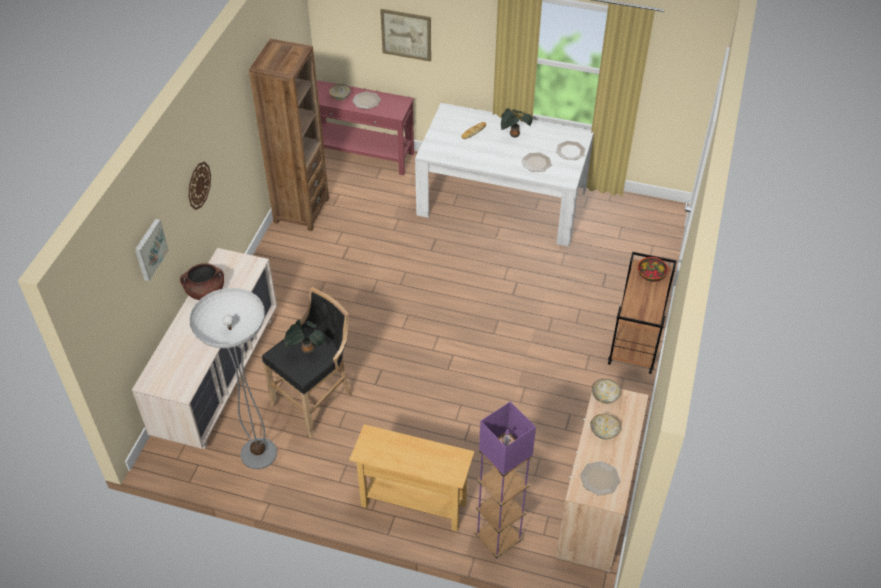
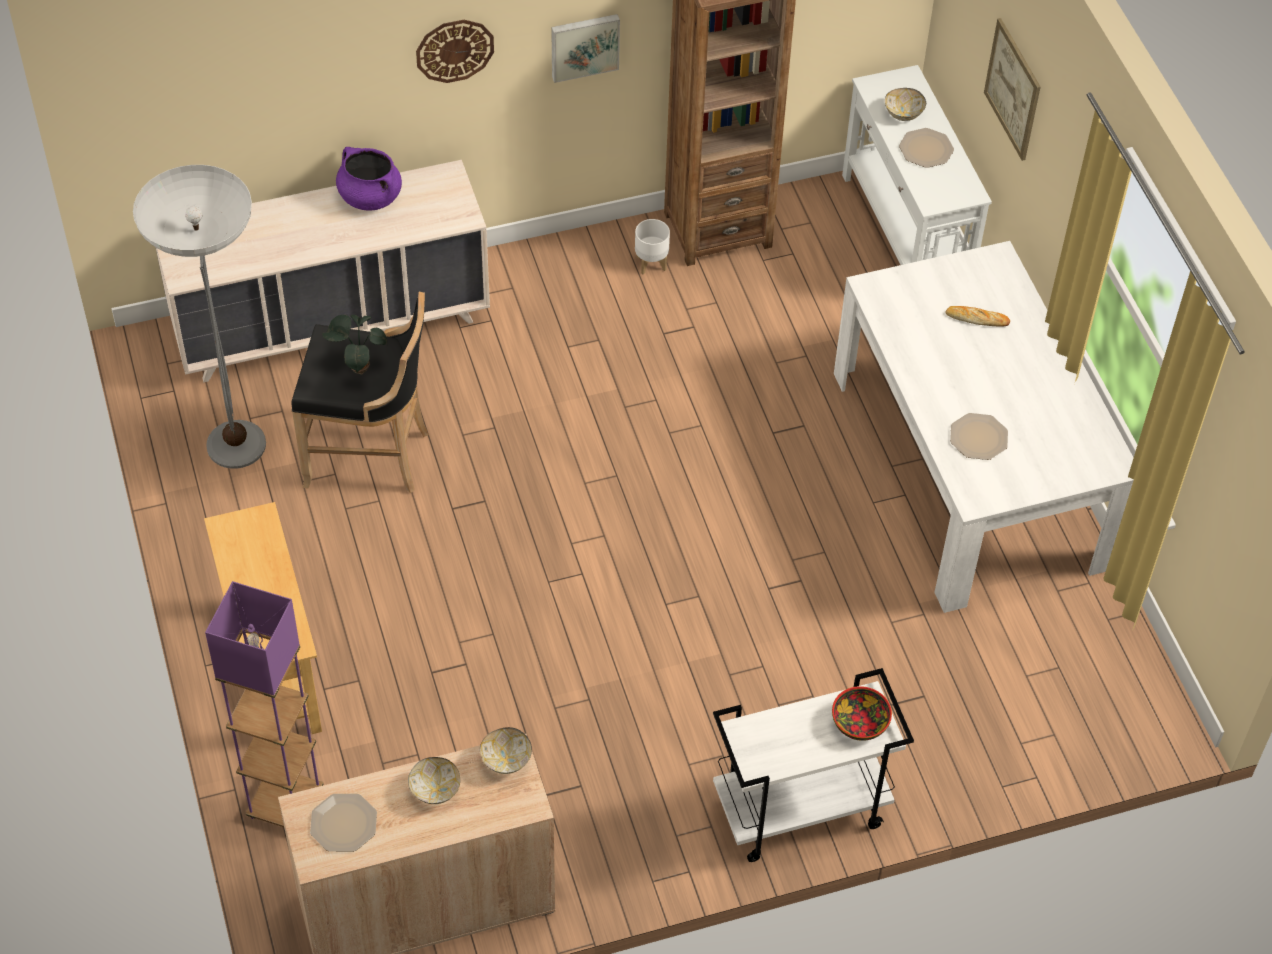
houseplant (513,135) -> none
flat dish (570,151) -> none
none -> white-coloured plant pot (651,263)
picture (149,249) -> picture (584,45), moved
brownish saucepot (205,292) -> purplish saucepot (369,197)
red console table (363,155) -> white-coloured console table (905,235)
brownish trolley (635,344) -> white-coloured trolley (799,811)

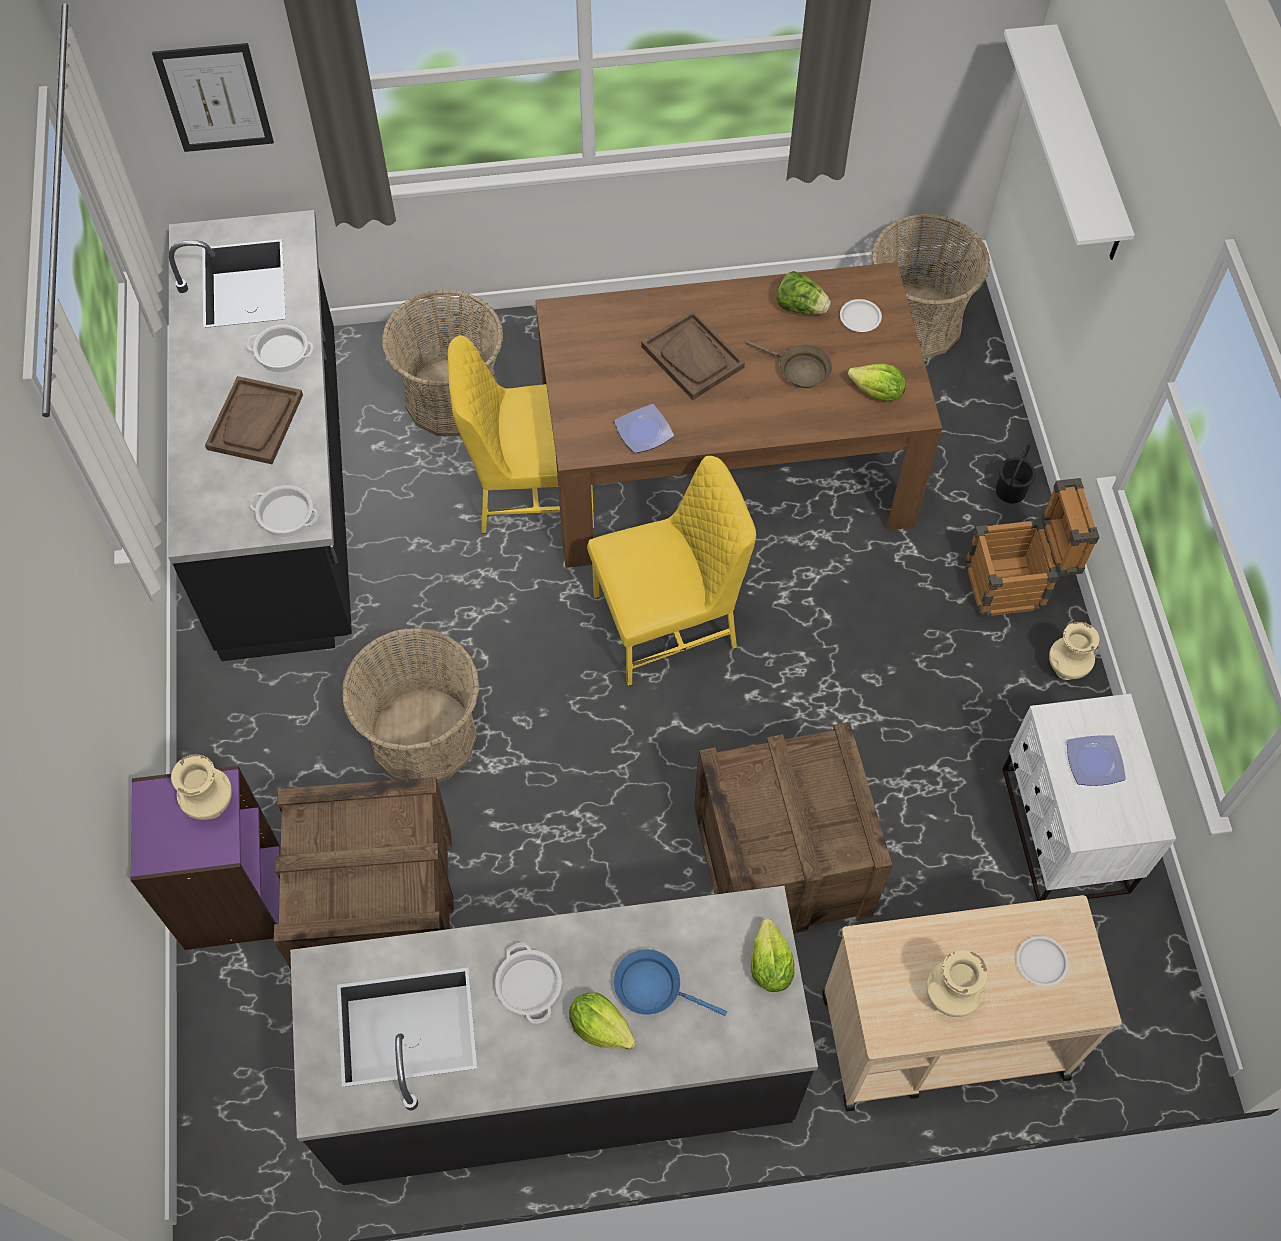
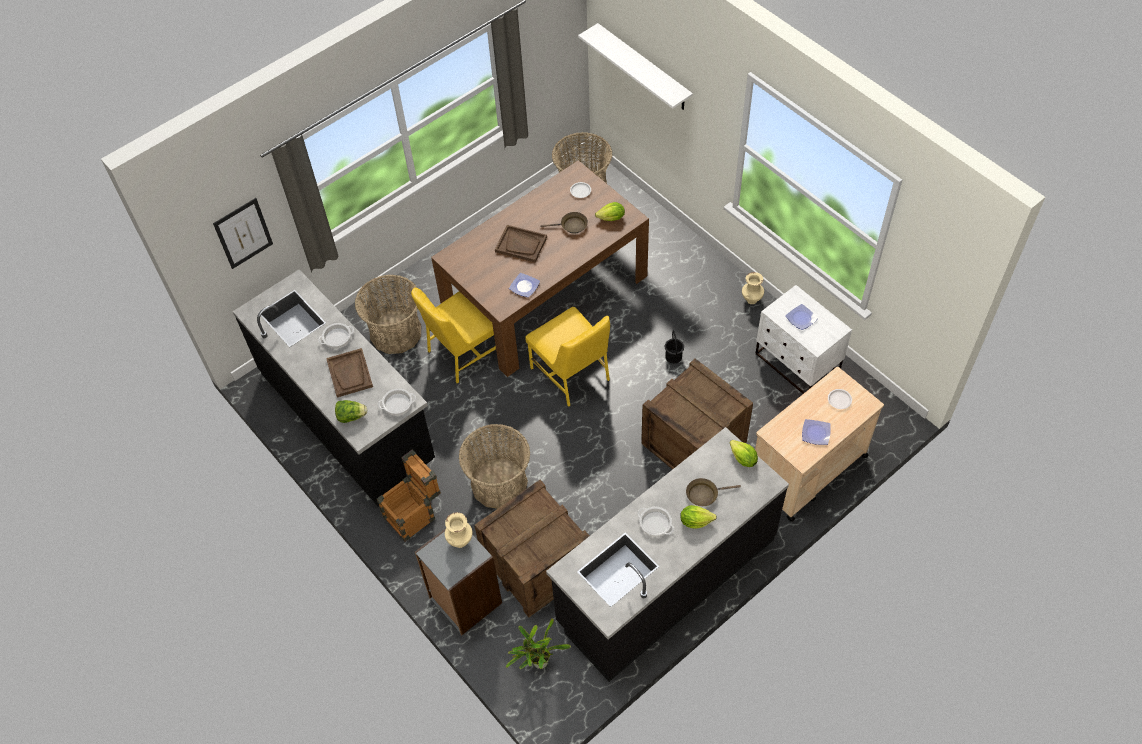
none -> houseplant (538,662)
lettuce (800,307) -> lettuce (351,416), moved
crate (1015,585) -> crate (414,514), moved
black bucket (1011,490) -> black bucket (674,356), moved
sand-coloured flower vase (948,998) -> flat dish (815,433)
purplish bookcase (231,896) -> gray bookcase (464,601)
blue skillet (653,987) -> brownish skillet (704,494)
yellow plain chair (668,623) -> yellow plain chair (571,374), 105 degrees clockwise

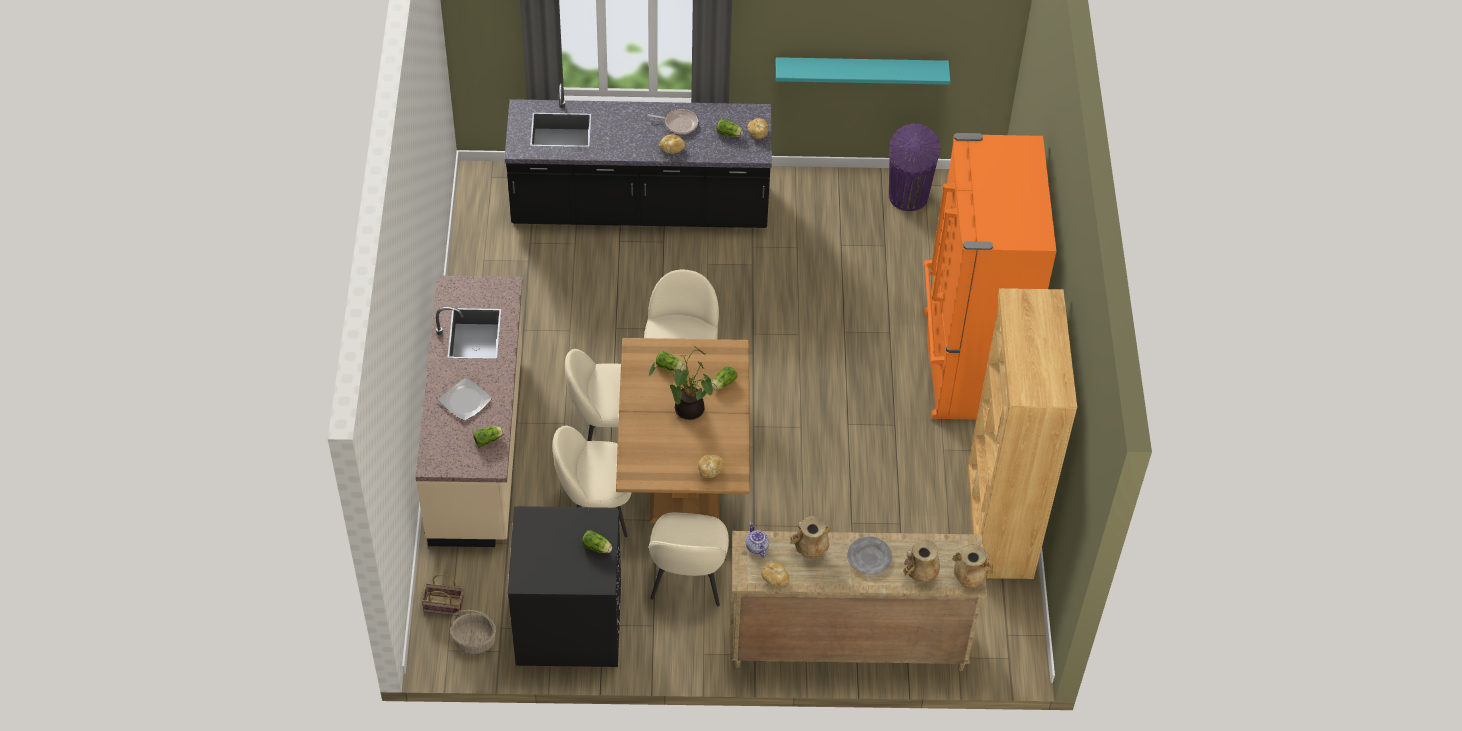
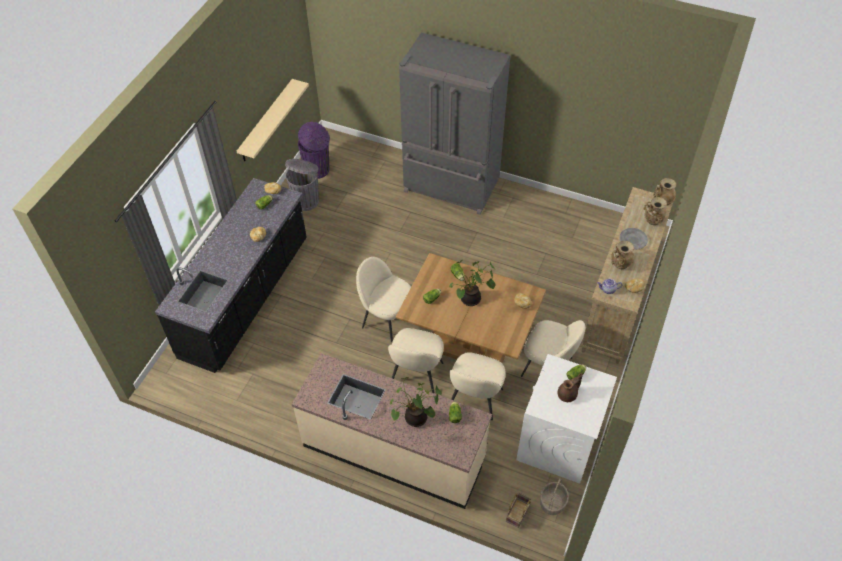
skillet (679,123) -> none
brownish bookcase (998,522) -> none
none -> gray trash can (306,201)
none -> brownish tea pot (568,394)
flat dish (465,401) -> houseplant (415,419)
black laundry machine (568,624) -> white-coloured laundry machine (558,443)
turquoise bracket shelf (861,70) -> sand-coloured bracket shelf (266,121)
orangey fridge (967,365) -> gray fridge (450,187)

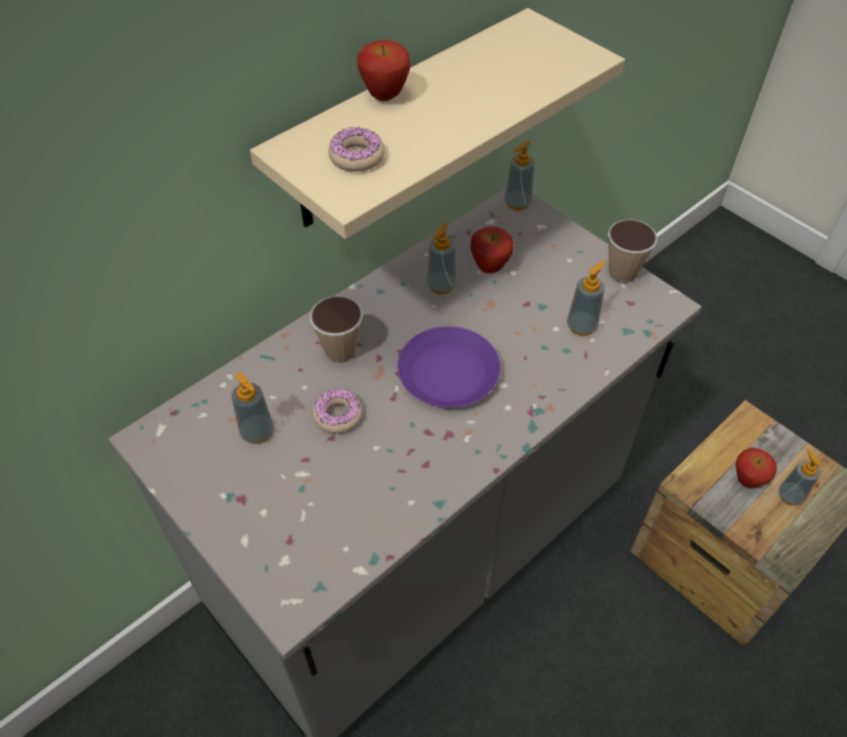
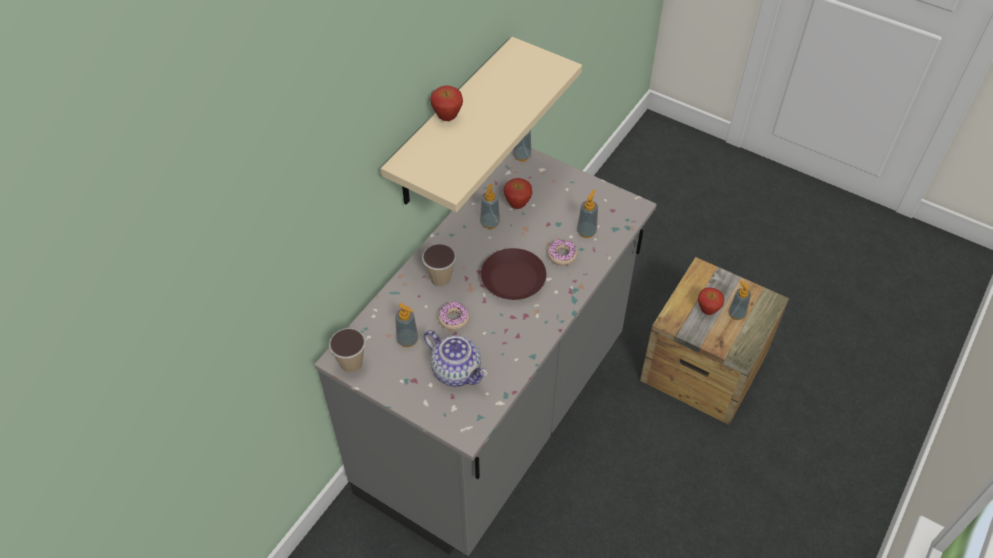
none -> tea pot (457,371)
donut (356,157) -> donut (562,255), moved
cup (622,273) -> cup (352,364), moved
purplish flat dish (447,374) -> brownish flat dish (512,279)

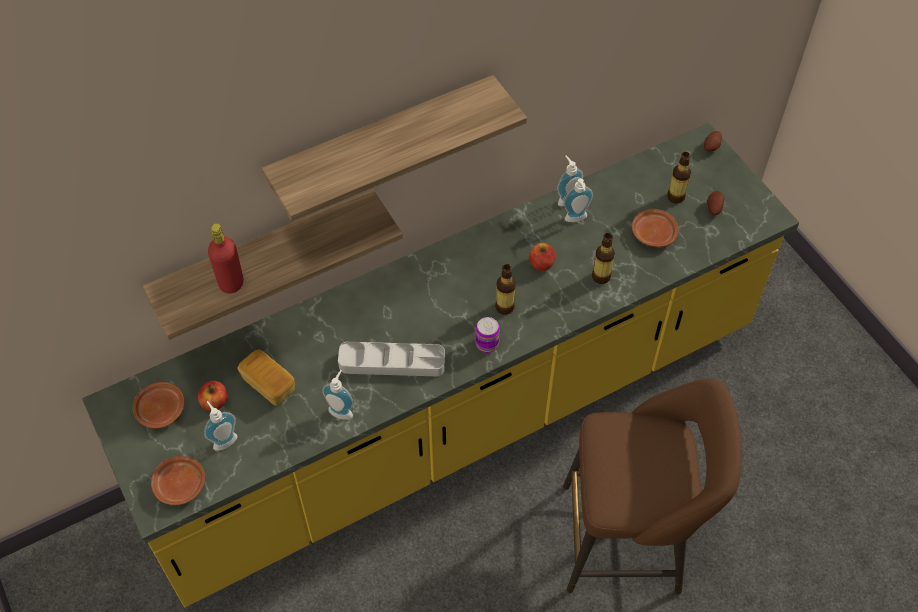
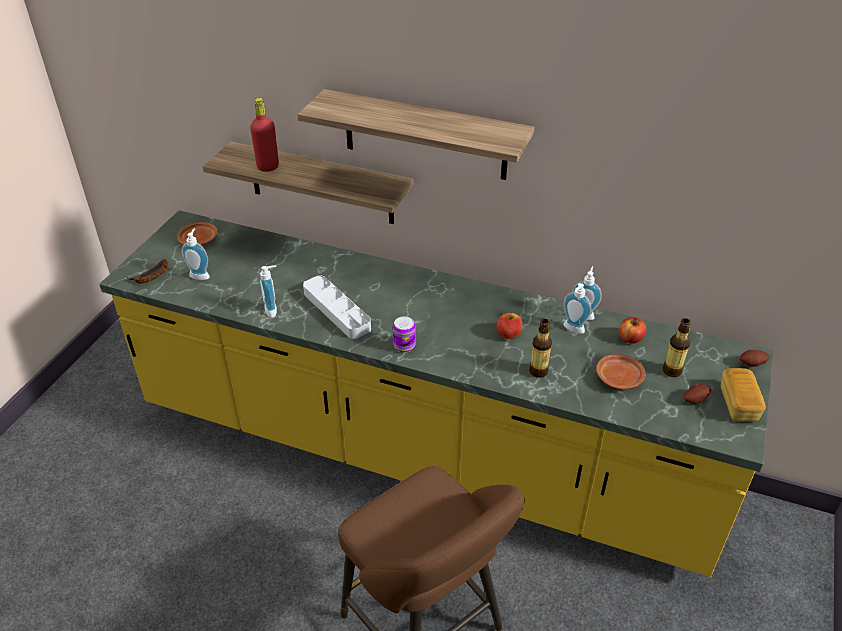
drink bottle (504,307) -> none
apple (215,402) -> apple (630,338), moved
bread (268,384) -> bread (738,404), moved
brownish flat dish (180,485) -> banana fruit (150,277)

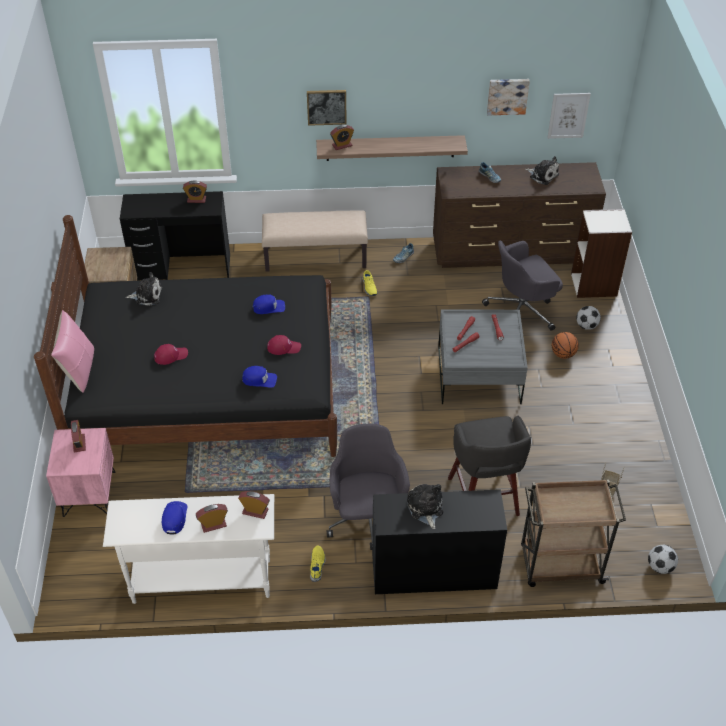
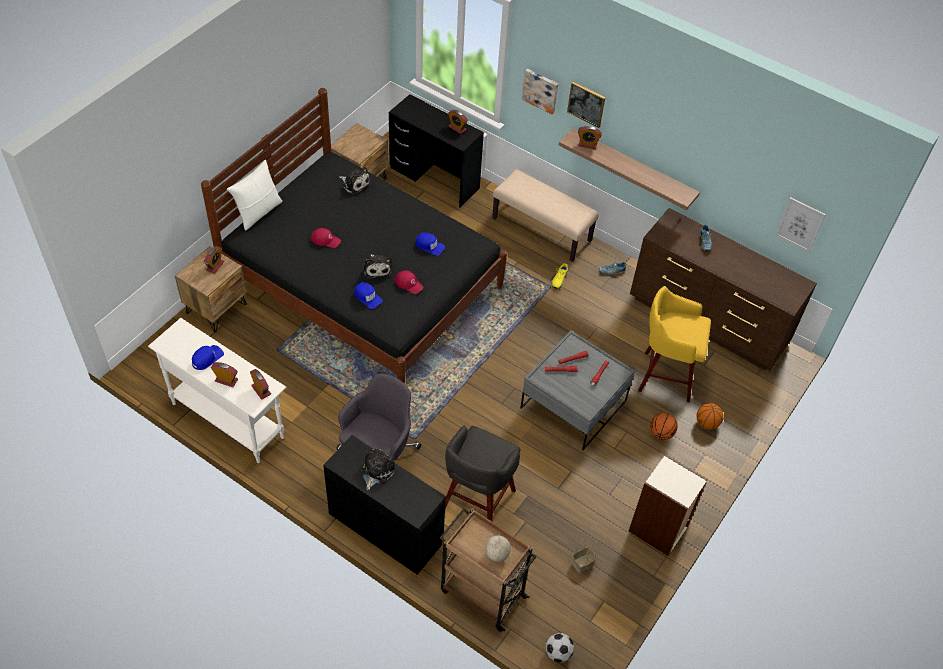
yellow low shoe (317,565) -> none
none -> desk globe (497,554)
picture (507,95) -> picture (541,90), moved
cuddly toy (542,175) -> cuddly toy (377,268), moved
bookcase (594,285) -> bookcase (658,530), moved
gray office chair (522,311) -> yellow sitting stool (664,376)
football (586,326) -> basketball (707,423)
pink-coloured nightstand (88,493) -> brownish nightstand (216,308)
pink-coloured cushion (79,370) -> white-coloured cushion (258,212)

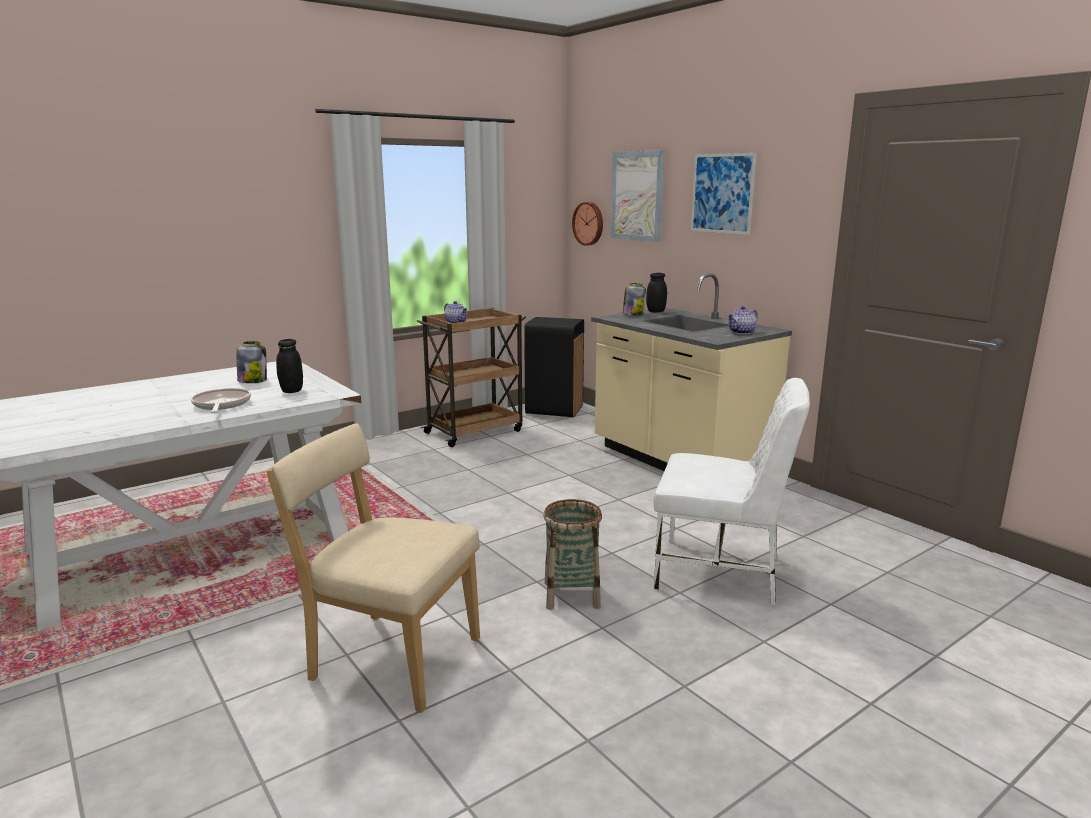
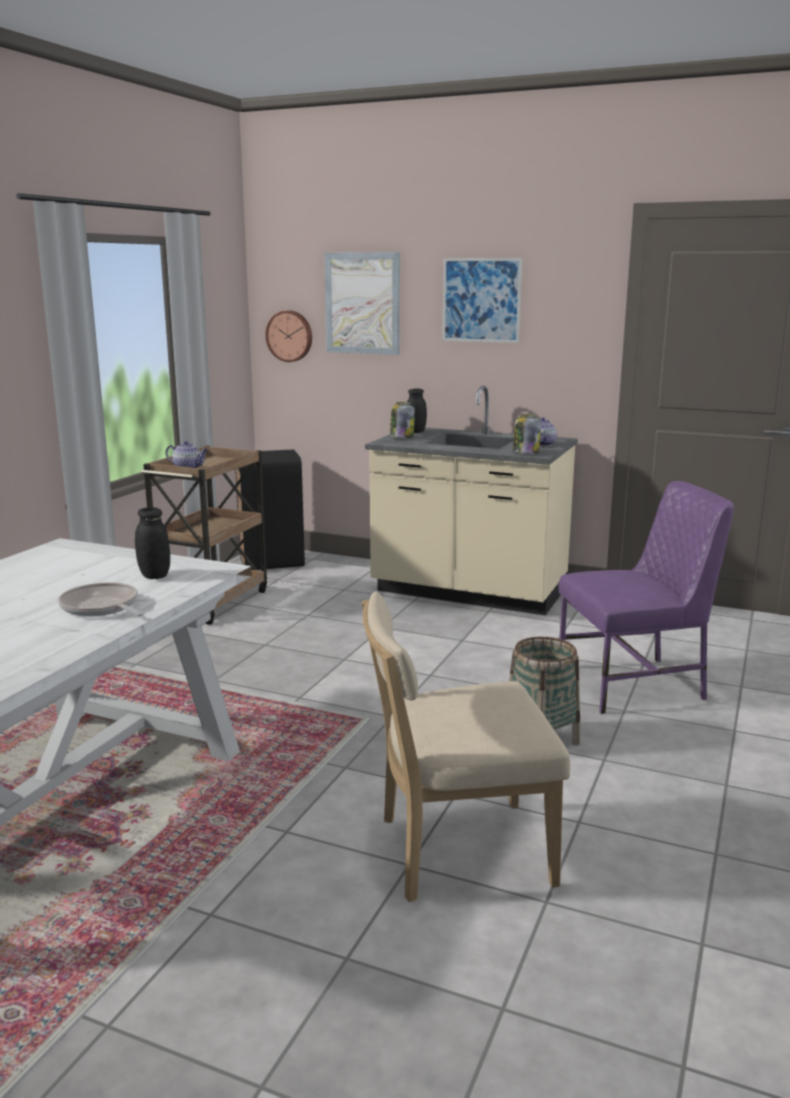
jar (253,381) -> jar (525,453), moved
white-coloured plain chair (720,572) -> purplish plain chair (633,684)

